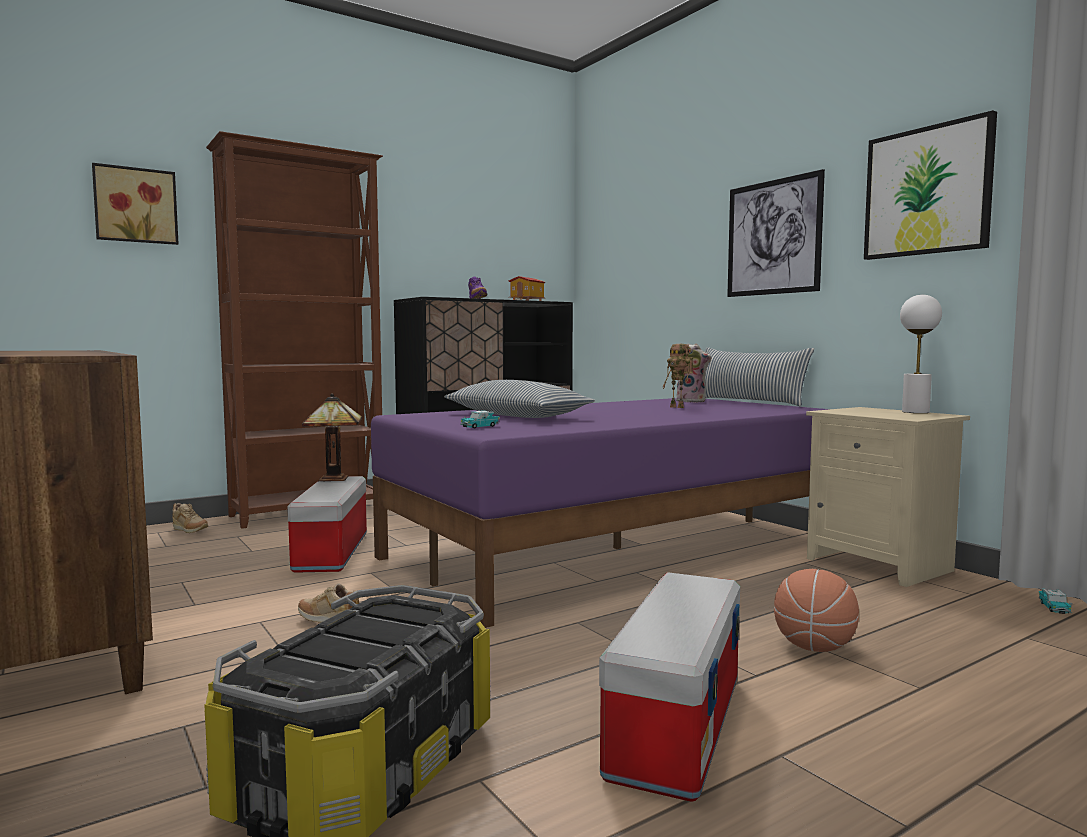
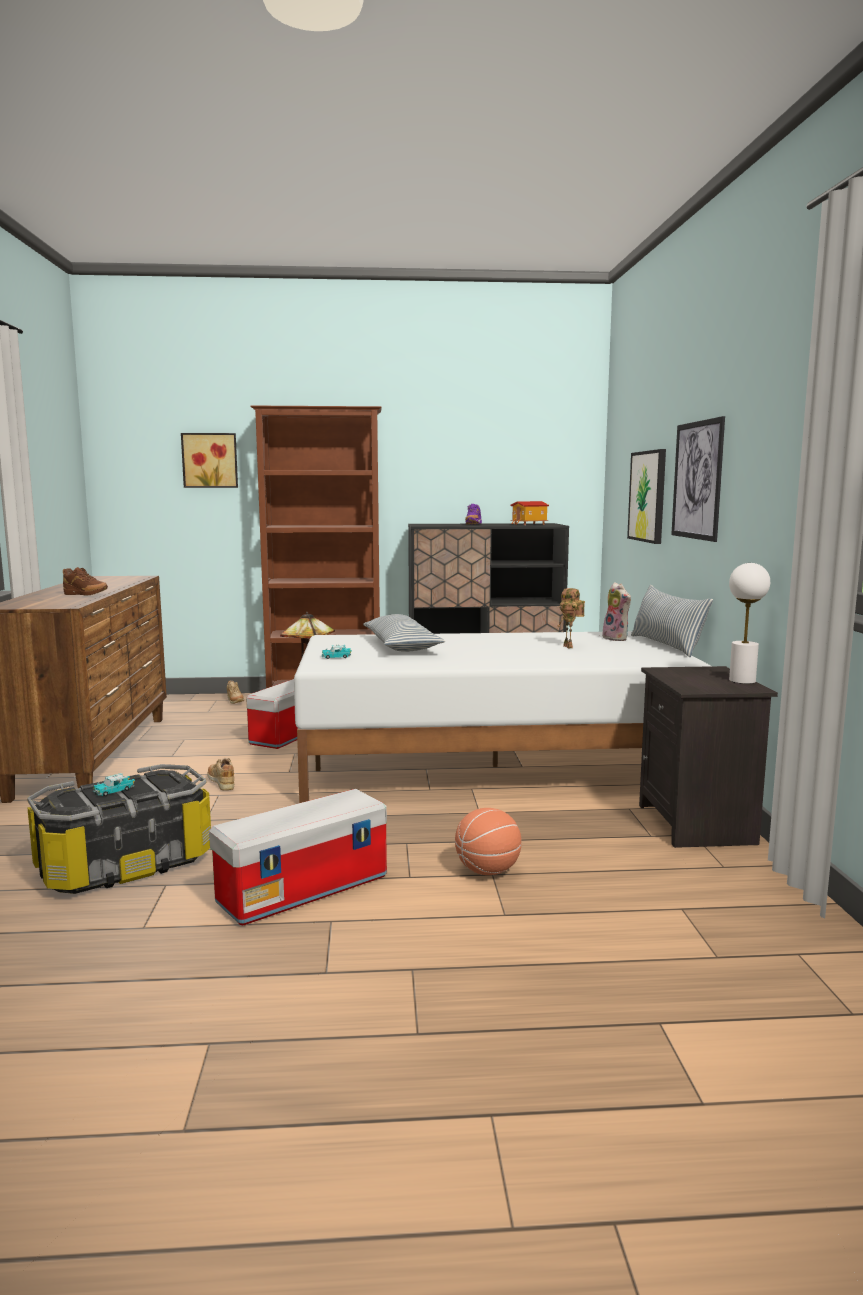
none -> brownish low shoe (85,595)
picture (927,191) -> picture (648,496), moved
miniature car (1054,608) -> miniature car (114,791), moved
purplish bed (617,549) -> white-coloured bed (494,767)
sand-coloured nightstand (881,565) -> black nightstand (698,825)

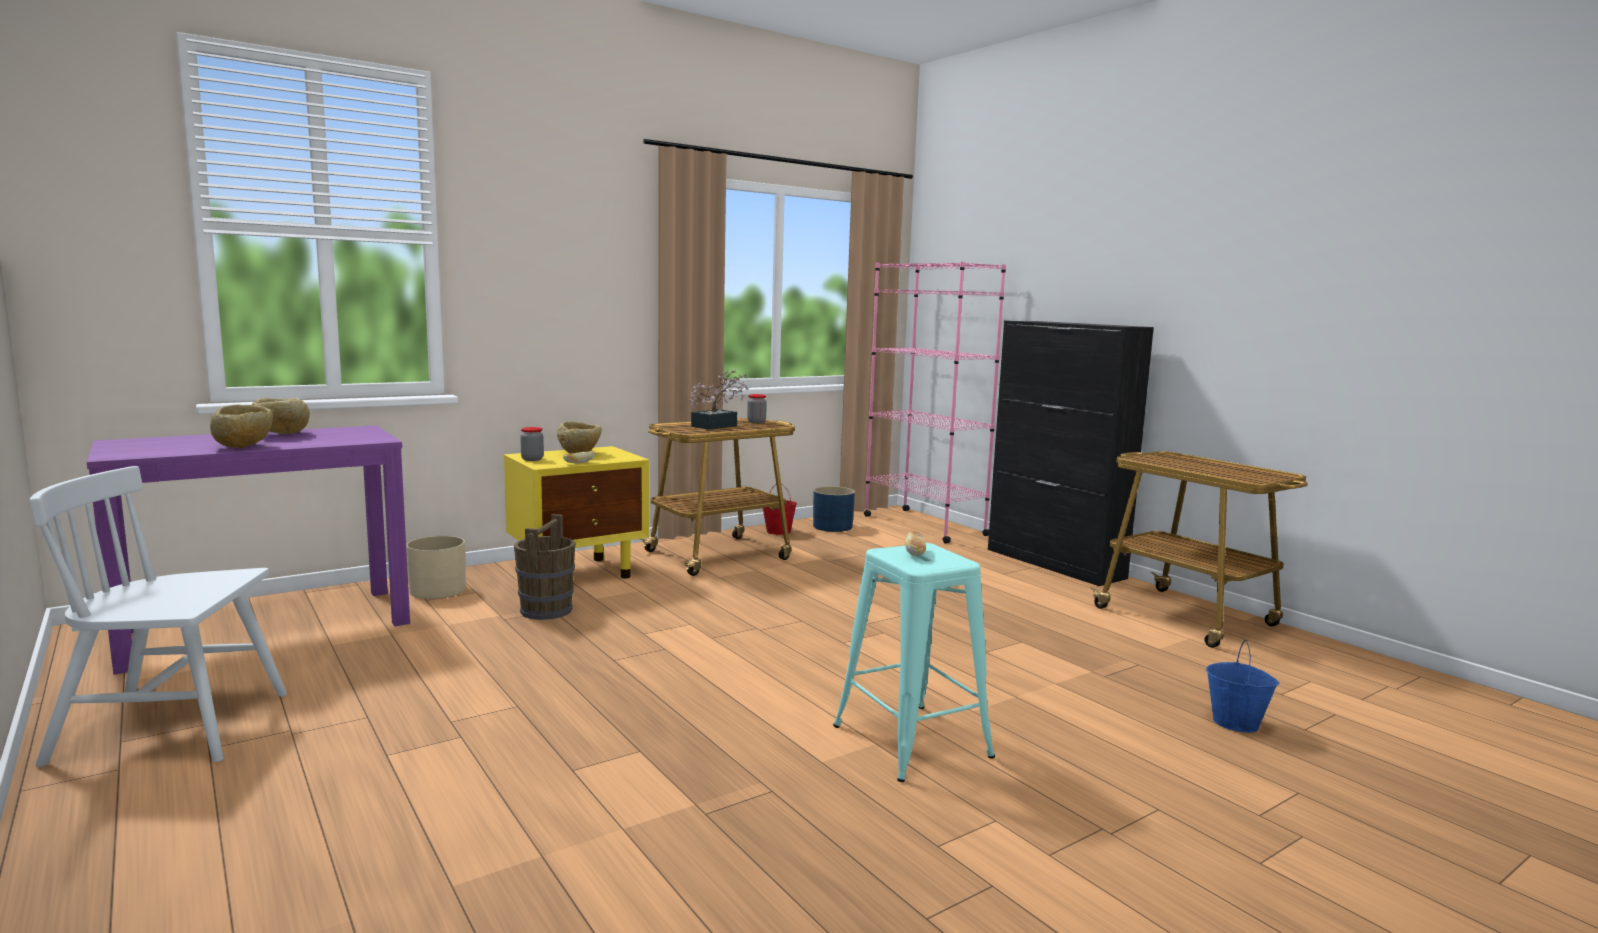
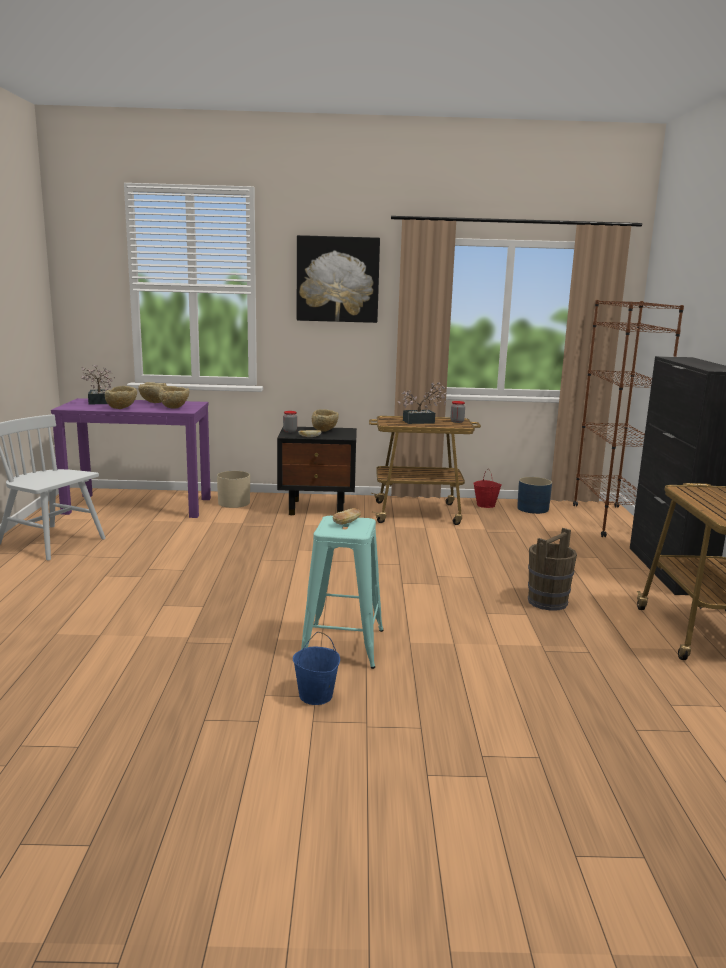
none -> houseplant (98,402)
none -> sand-coloured bowl (175,407)
none -> picture (337,279)
brownish bucket (546,611) -> brownish bucket (547,602), moved
blue bucket (1236,723) -> blue bucket (316,696), moved
yellow nightstand (579,573) -> black nightstand (318,508)
pink-coloured bookcase (924,525) -> brownish bookcase (610,520)

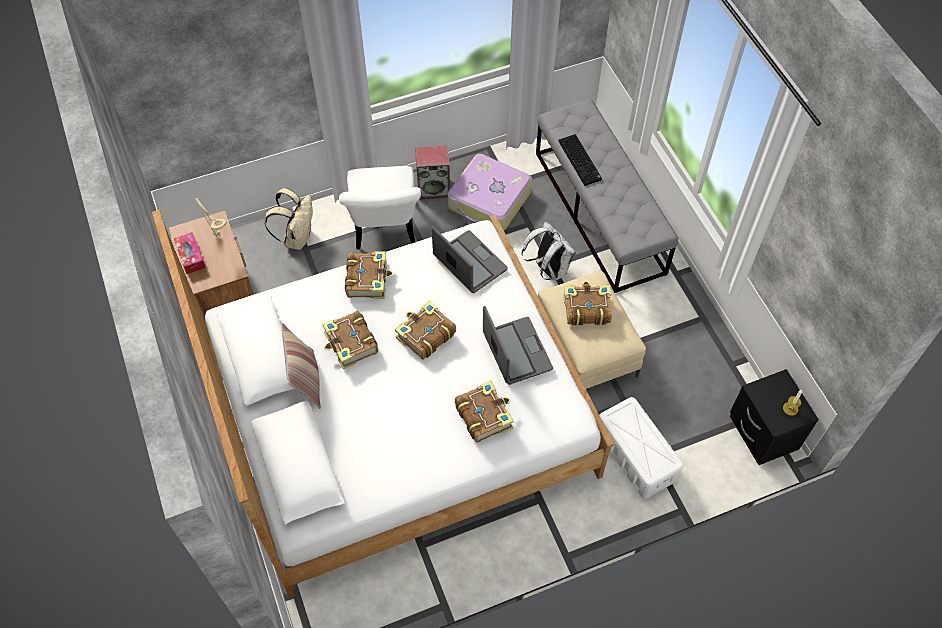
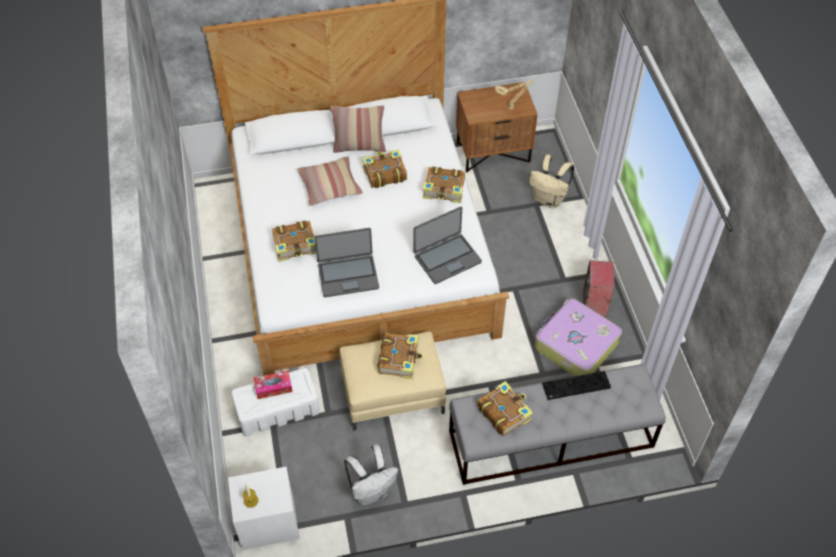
white-coloured plain chair (385,231) -> none
none -> cushion (330,186)
box of tissues (191,256) -> box of tissues (273,387), moved
book (425,335) -> book (504,412), moved
white-coloured backpack (548,269) -> white-coloured backpack (371,491), moved
black nightstand (763,433) -> white-coloured nightstand (268,522)

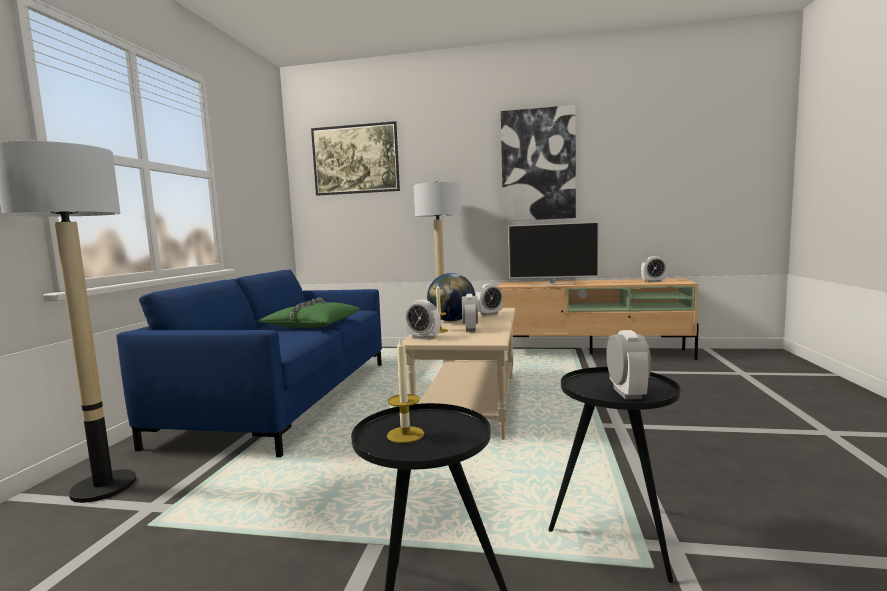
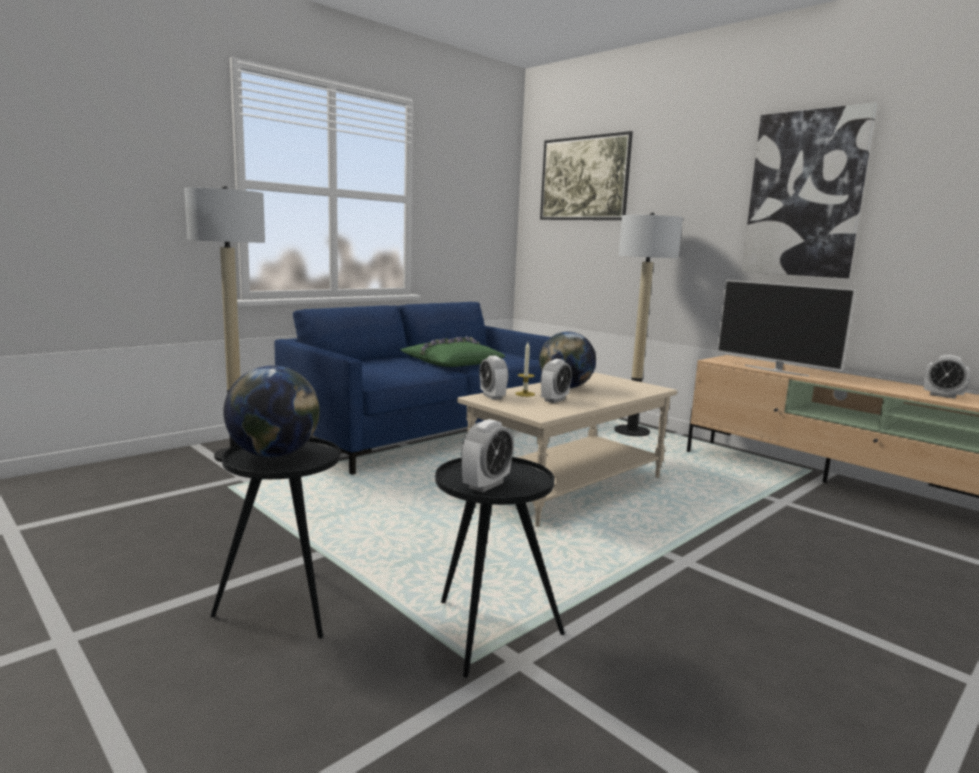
alarm clock (489,314) -> none
wax candle (405,434) -> desk globe (274,455)

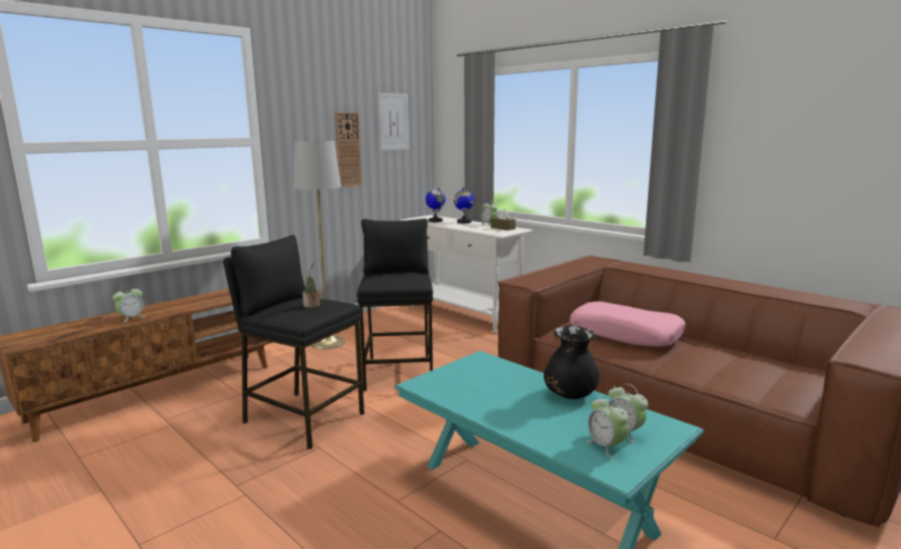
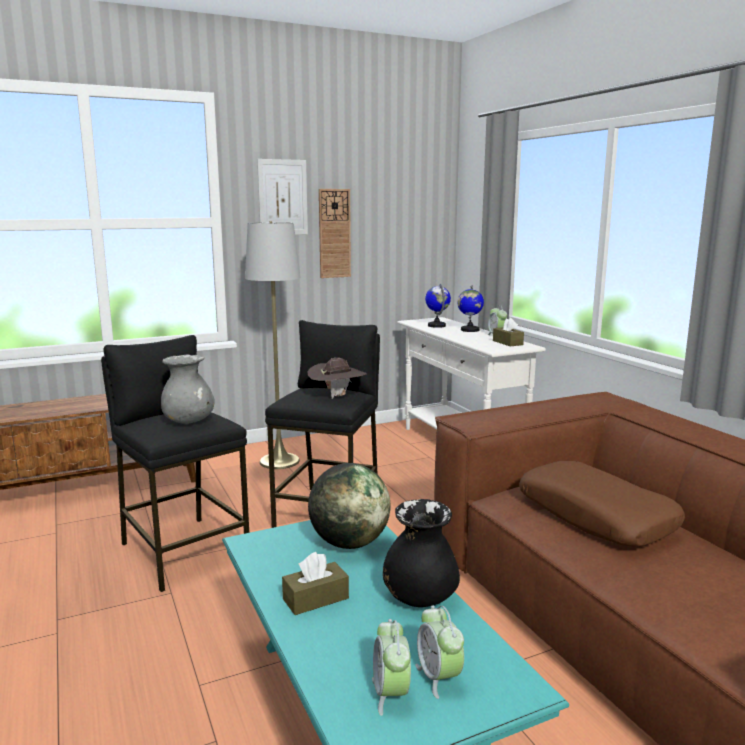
alarm clock (131,318) -> none
none -> brownish box of tissues (315,599)
none -> brownish hat (337,396)
none -> desk globe (349,543)
picture (393,122) -> picture (283,197), moved
houseplant (312,305) -> gray flower vase (189,422)
pink-coloured cushion (625,334) -> brownish cushion (596,516)

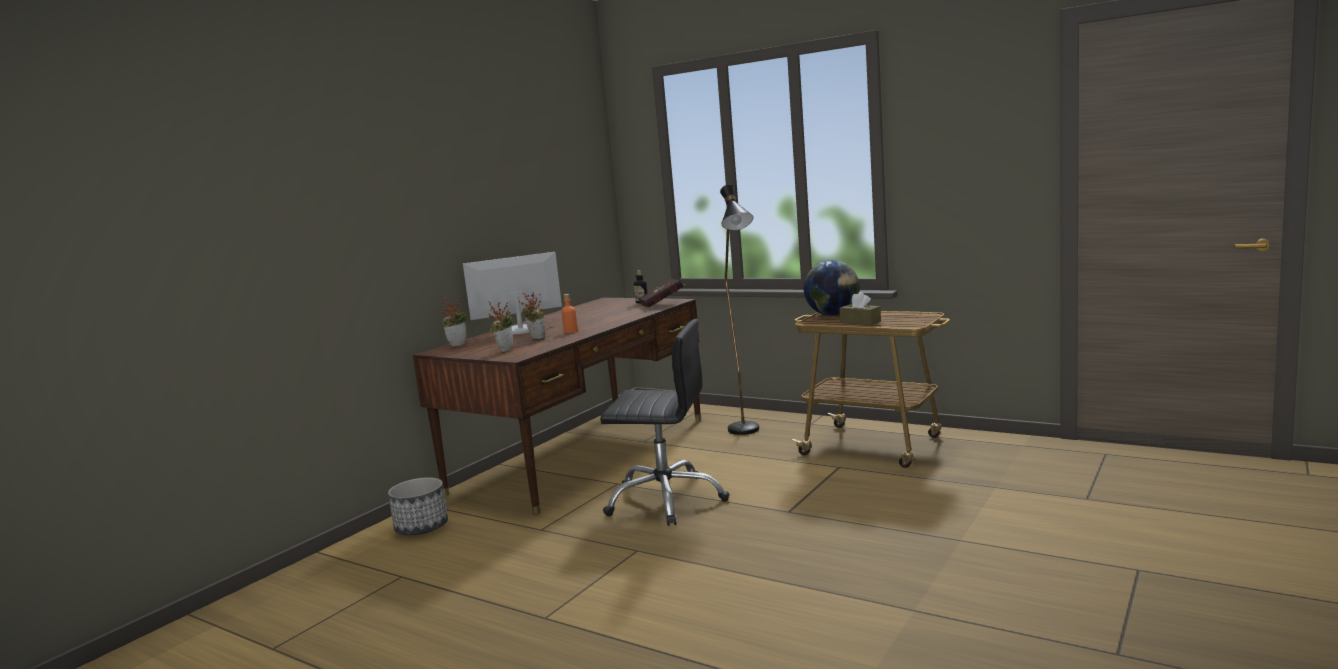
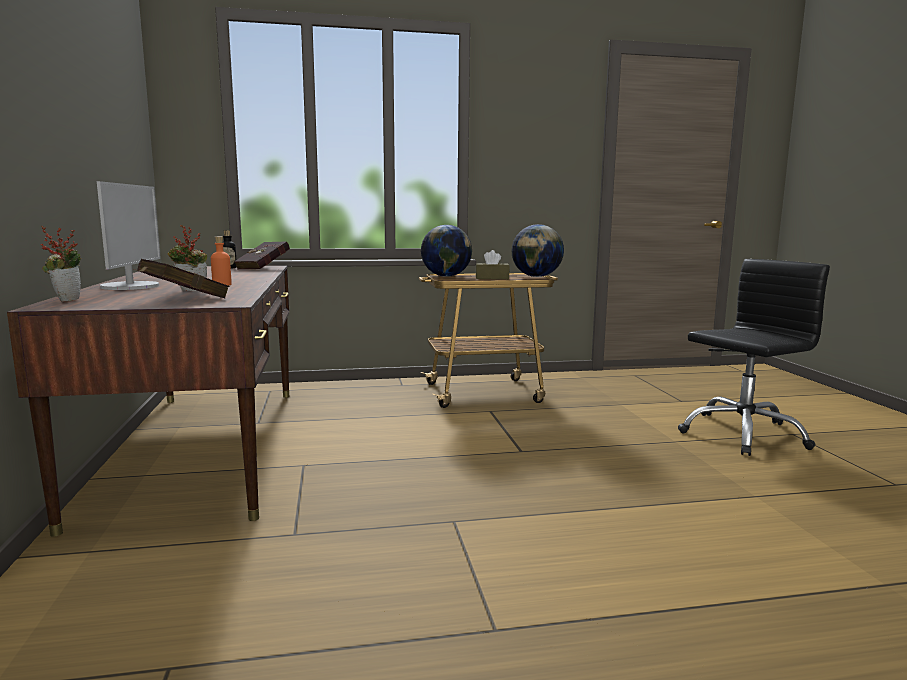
plant pot (421,527) -> none
black floor lamp (747,433) -> none
none -> desk globe (536,276)
black office chair (666,500) -> black office chair (742,434), moved
houseplant (505,350) -> red book (181,299)
computer screen (520,330) -> computer screen (131,286), 150 degrees clockwise

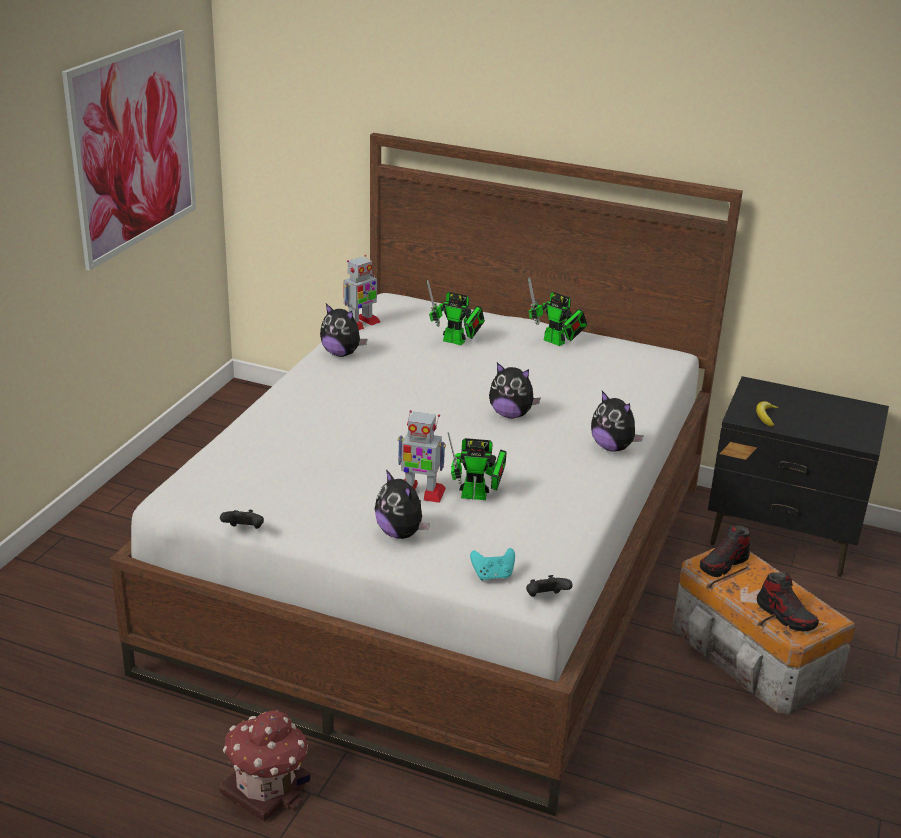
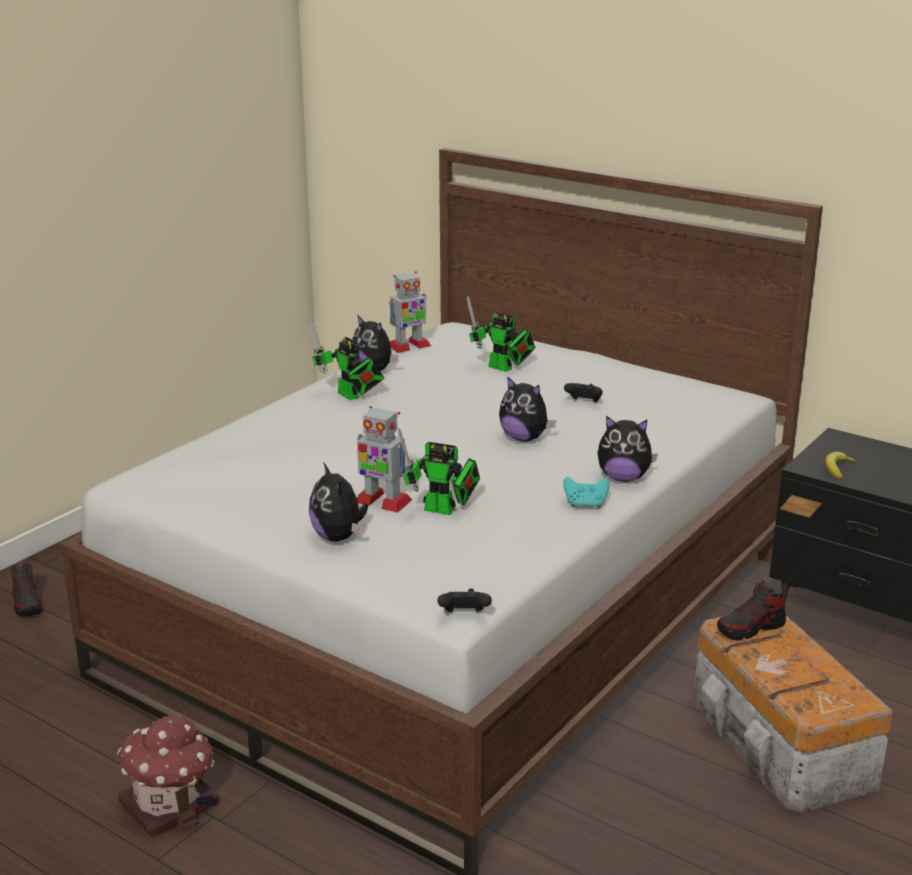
picture (133,146) -> none
black joypad (244,530) -> black joypad (584,403), moved
turquoise joypad (492,575) -> turquoise joypad (585,504), moved
toy robot (557,342) -> toy robot (350,396), moved
low shoe (786,615) -> low shoe (27,604), moved
cuddly toy (612,447) -> cuddly toy (623,478), 45 degrees counterclockwise

